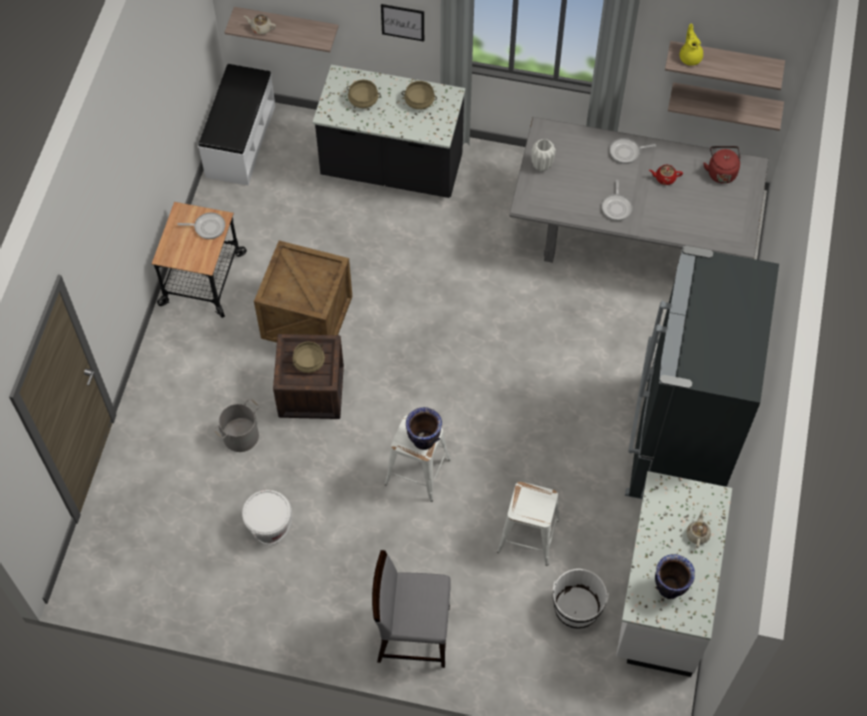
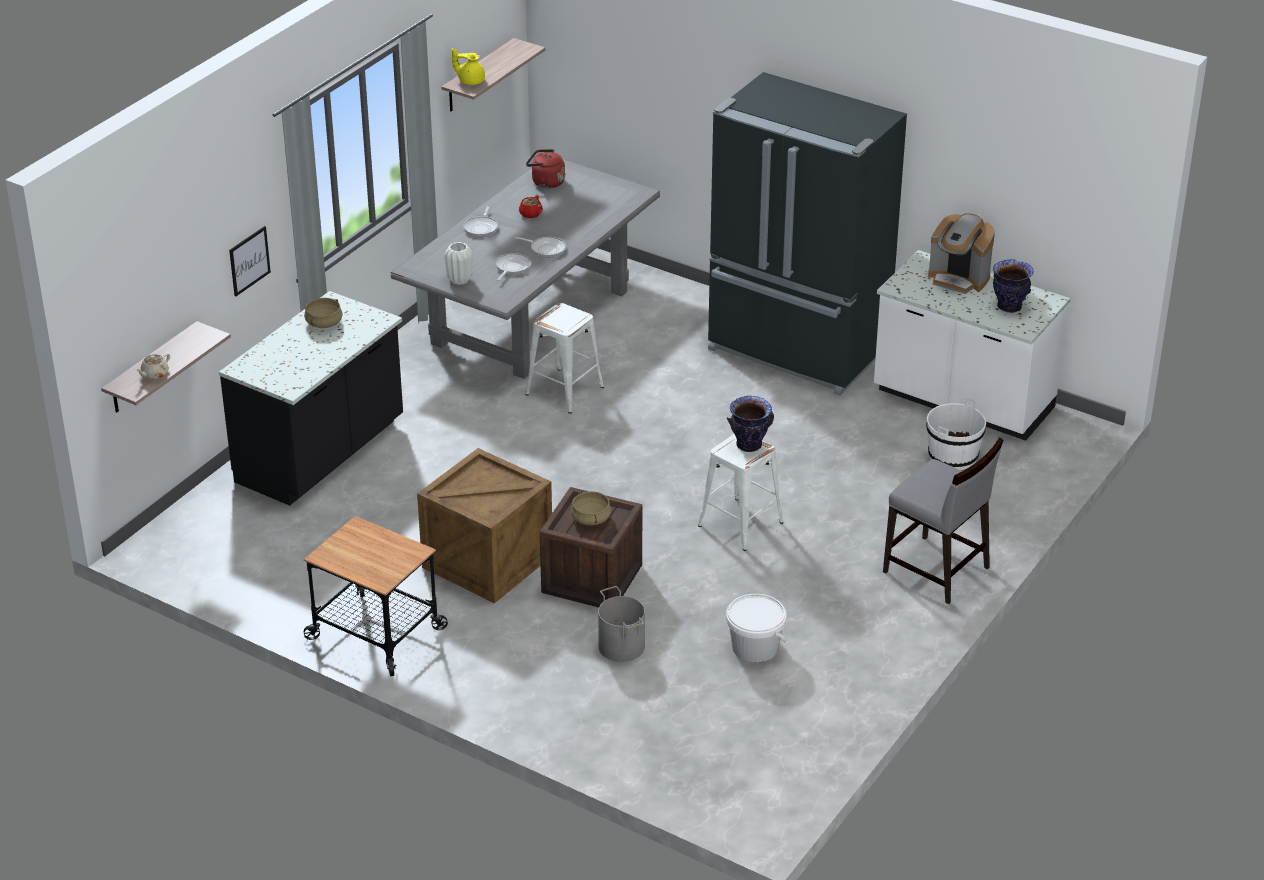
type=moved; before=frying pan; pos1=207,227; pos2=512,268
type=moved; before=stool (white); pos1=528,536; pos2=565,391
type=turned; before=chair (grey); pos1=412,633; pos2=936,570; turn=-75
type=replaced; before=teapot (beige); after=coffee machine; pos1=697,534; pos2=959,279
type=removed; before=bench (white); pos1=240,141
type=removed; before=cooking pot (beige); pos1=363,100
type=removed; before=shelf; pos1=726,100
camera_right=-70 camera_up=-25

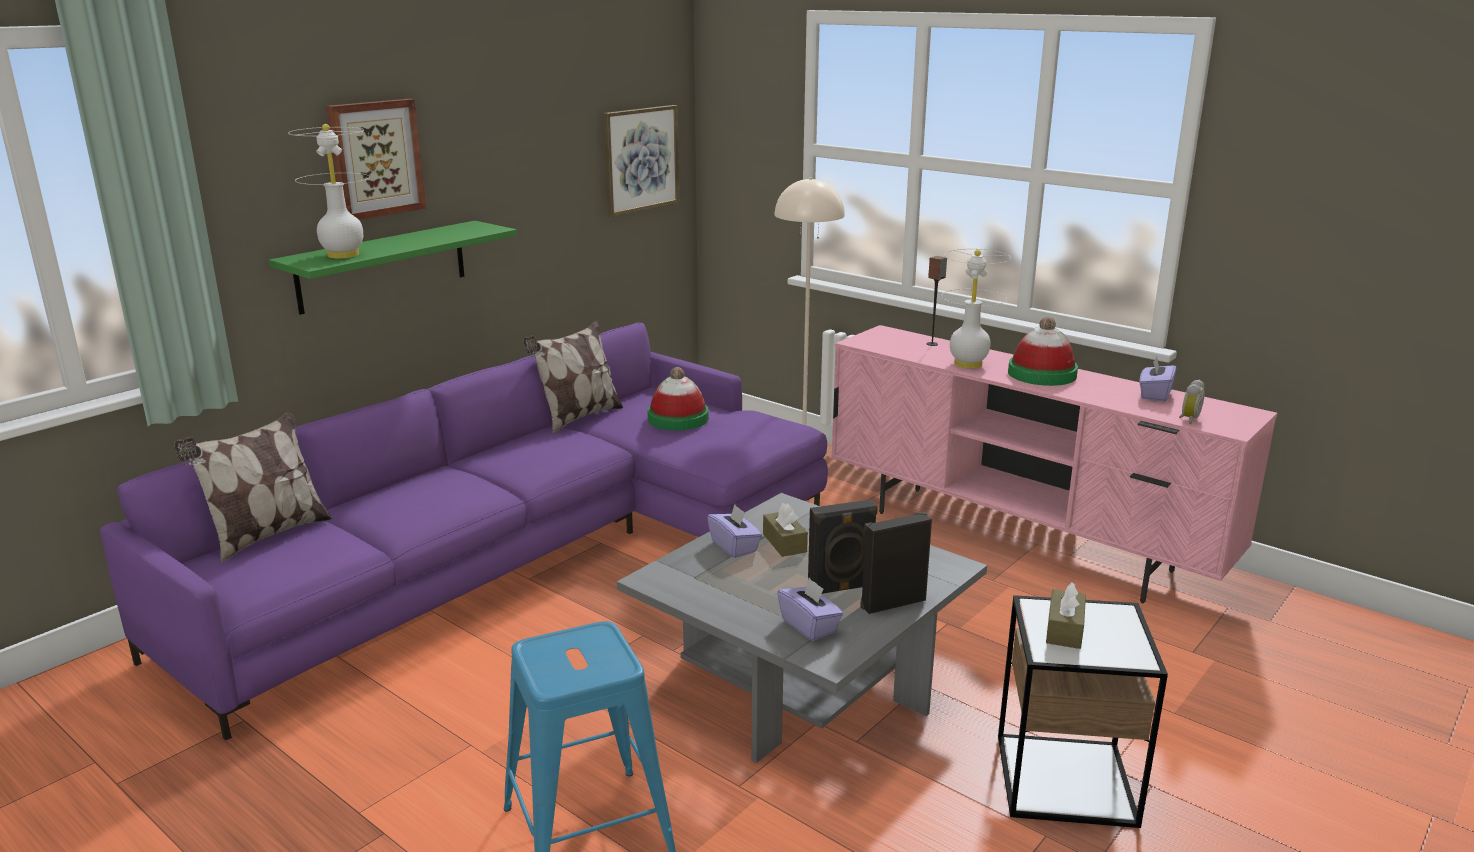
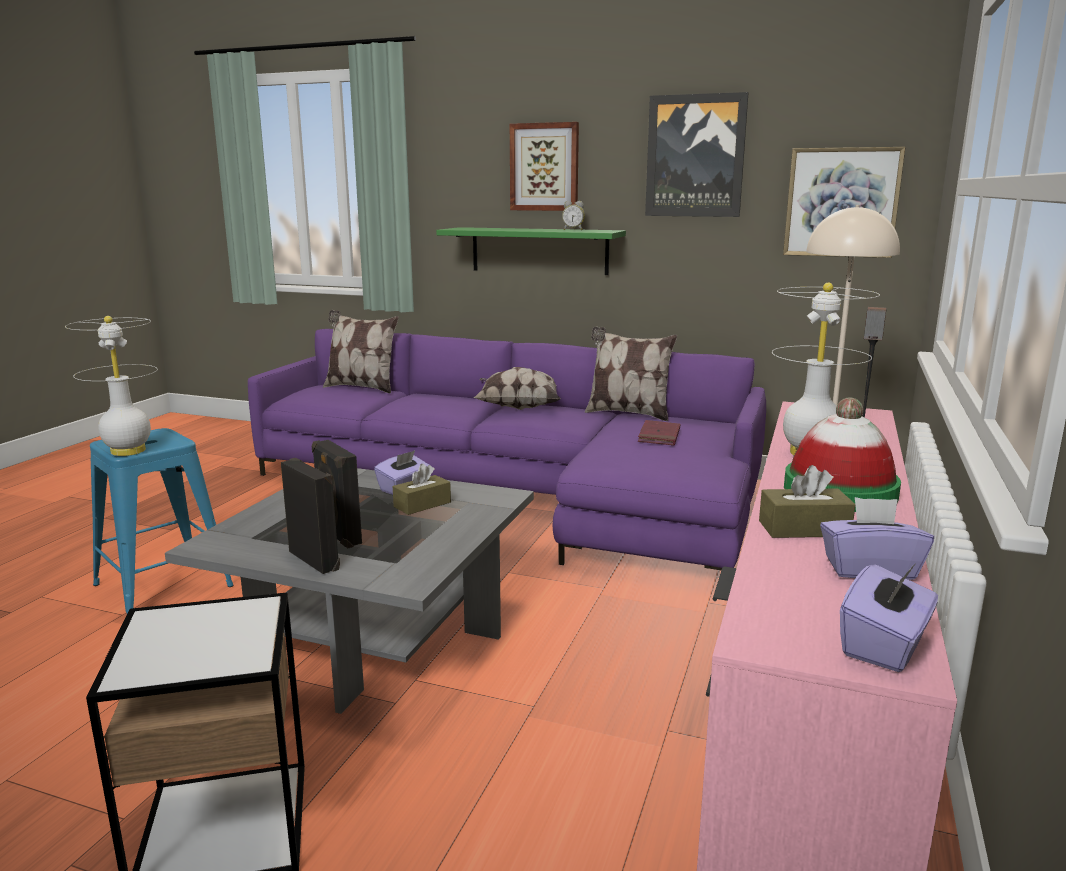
type=moved; before=table lamp (white); pos1=342,255; pos2=128,451
type=added; after=pillow; pos2=518,407
type=moved; before=alarm clock; pos1=1188,419; pos2=573,229
type=replaced; before=hat; after=book (red); pos1=678,418; pos2=659,436
type=added; after=picture; pos2=695,156
type=moved; before=tissue box (brown); pos1=1064,630; pos2=804,528
type=moved; before=tissue box (purple); pos1=809,626; pos2=884,646
camera_right=70 camera_up=-5

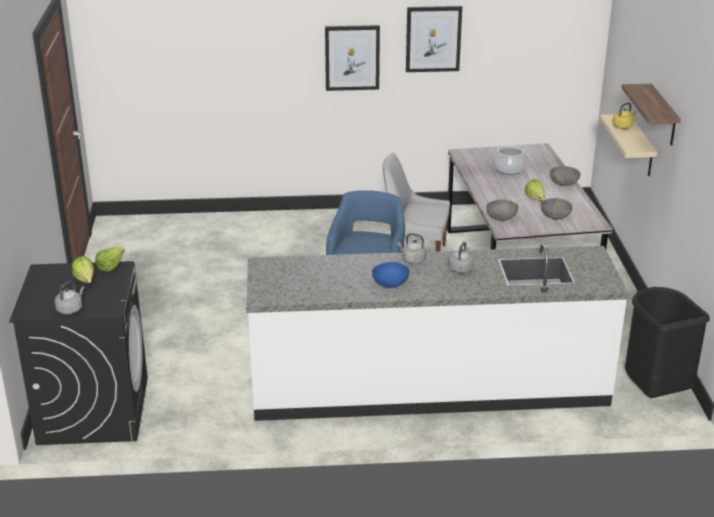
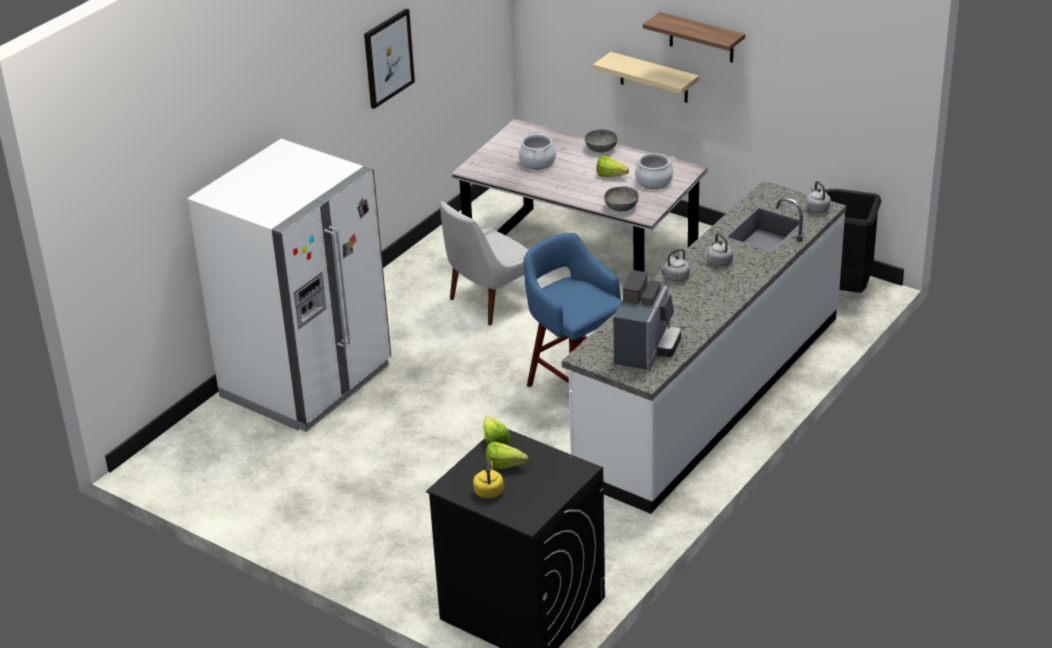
type=added; after=fridge (white); pos2=307,381
type=moved; before=kettle (yellow); pos1=623,126; pos2=489,490
type=added; after=coffee machine; pos2=646,350
type=replaced; before=bowl (grey); after=cooking pot; pos1=555,216; pos2=654,181
type=moved; before=kettle (grey); pos1=70,309; pos2=817,208
type=removed; before=picture; pos1=352,57
type=removed; before=bowl (blue); pos1=390,283
camera_right=-50 camera_up=5

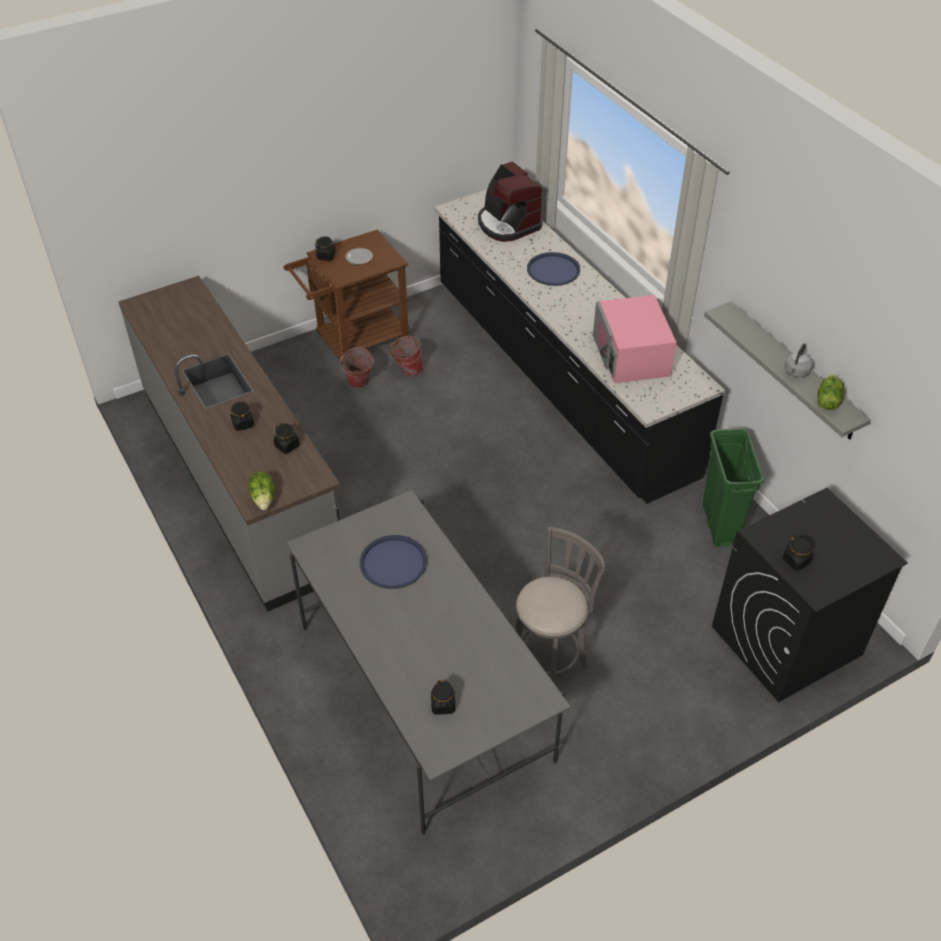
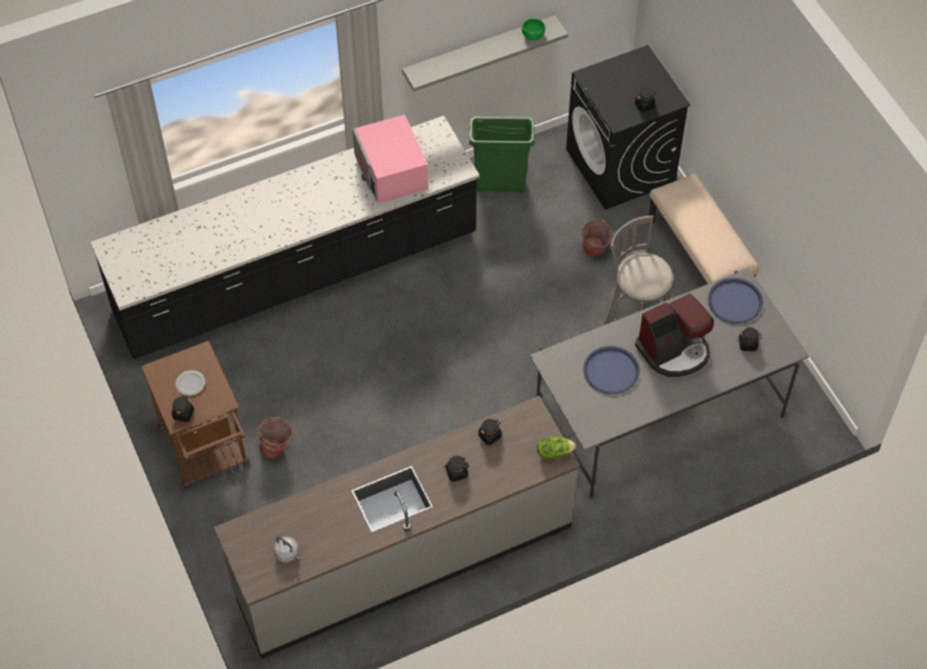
type=moved; before=kettle (grey); pos1=796,372; pos2=288,554
type=turned; before=microwave (pink); pos1=631,355; pos2=391,172; turn=75
type=replaced; before=lettuce; after=bowl (green); pos1=827,401; pos2=533,34
type=moved; before=bucket; pos1=407,371; pos2=594,252
type=moved; before=coffee machine; pos1=507,224; pos2=674,351
type=added; after=bench (beige); pos2=699,259
type=moved; before=tray (blue); pos1=553,270; pos2=735,302
camera_right=-85 camera_up=10

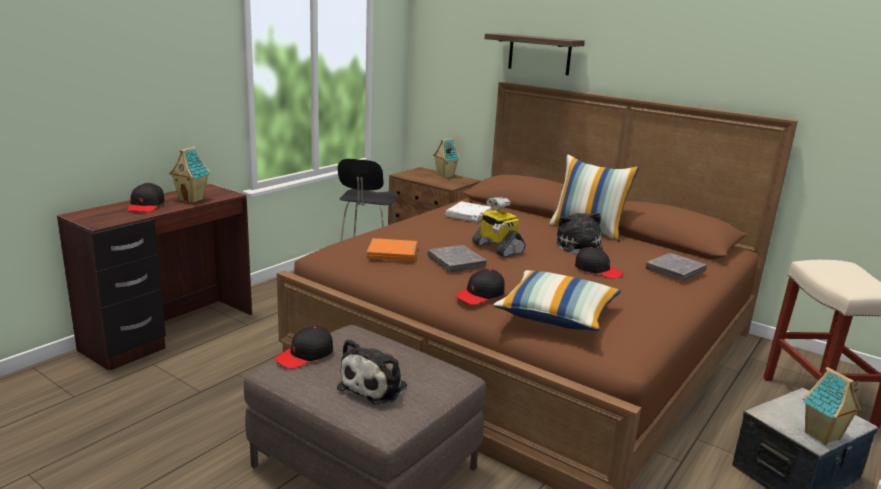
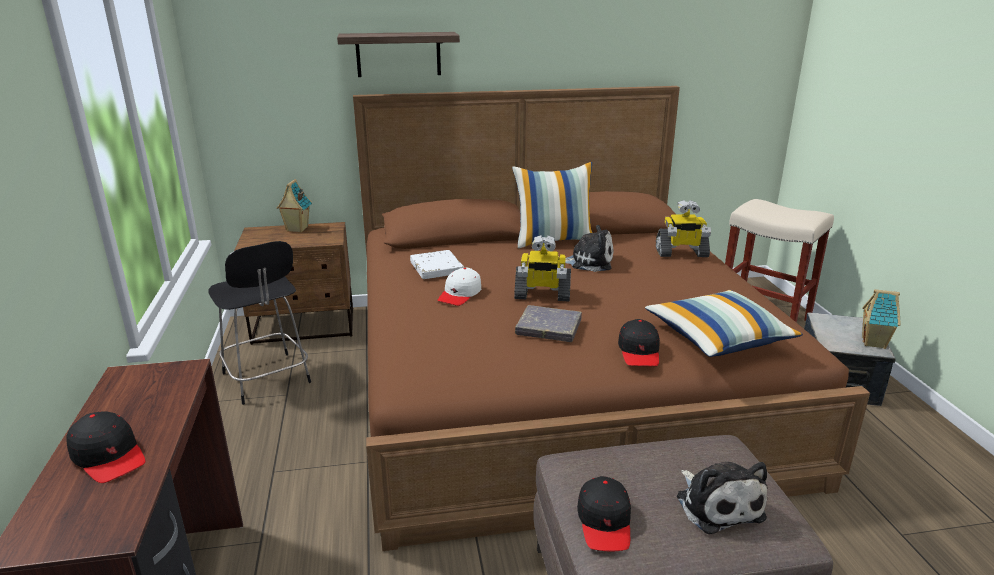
type=added; after=cap (white); pos2=460,294
type=turned; before=plush toy; pos1=579,247; pos2=588,262; turn=150
type=replaced; before=book (grey); after=toy robot; pos1=675,271; pos2=681,253
type=removed; before=toy house; pos1=192,199
type=removed; before=book (orange); pos1=392,254
type=removed; before=cap (black); pos1=597,270
camera_right=-45 camera_up=5

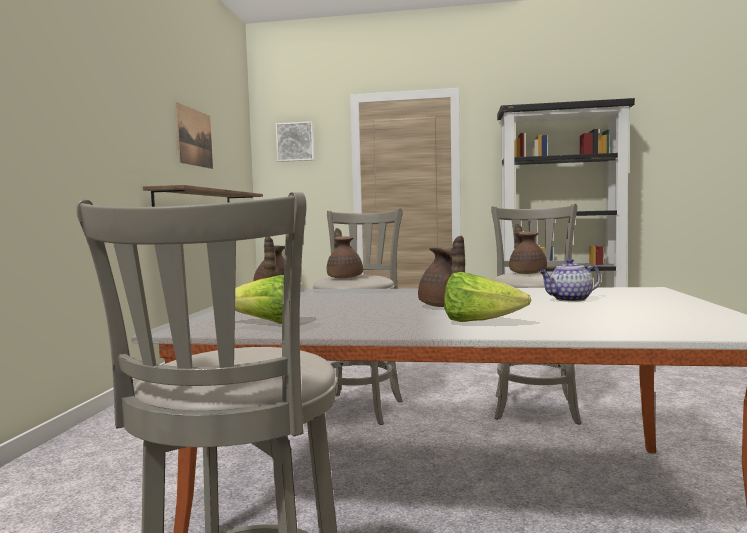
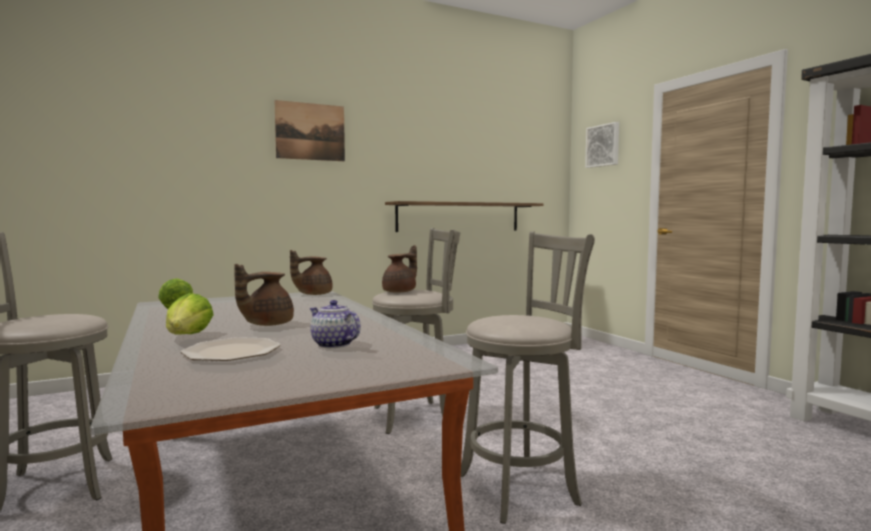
type=added; after=plate; pos2=231,352
type=moved; before=picture; pos1=194,137; pos2=310,131
type=removed; before=teapot (brown); pos1=527,273
camera_right=55 camera_up=0

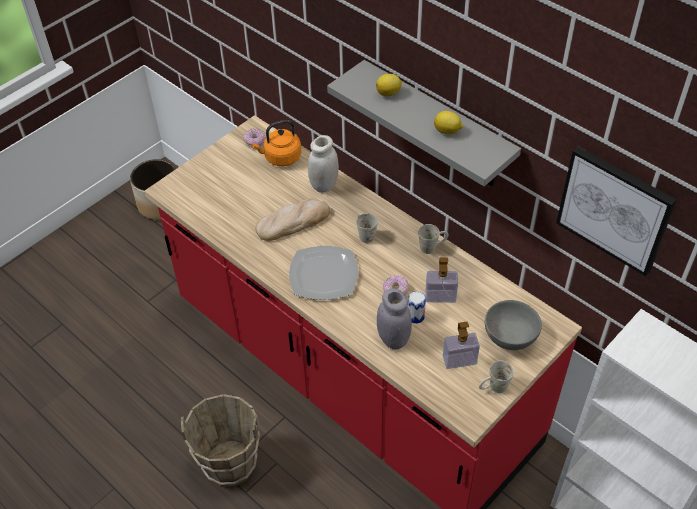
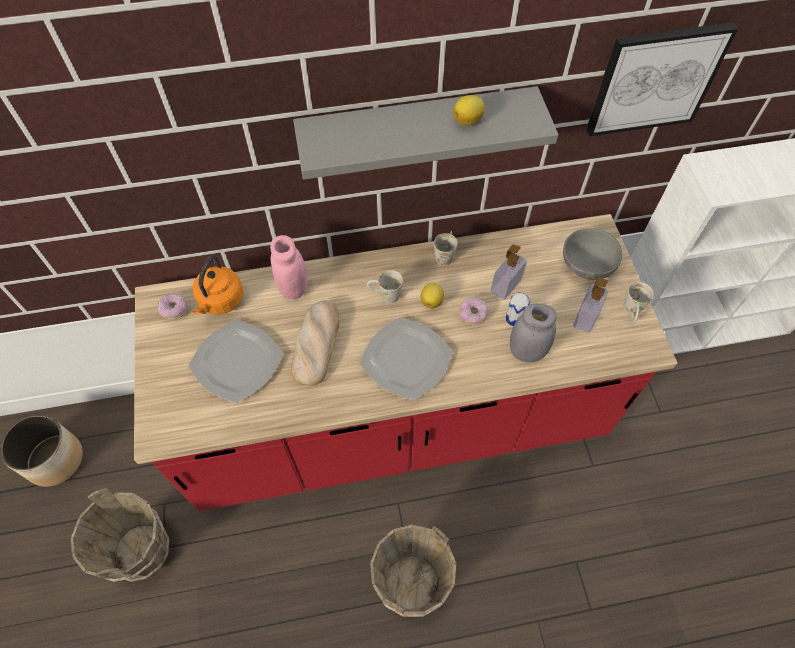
type=added; after=bucket (brown); pos2=143,551
type=added; after=plate; pos2=237,363
type=recoloured; before=jar (white); after=jar (pink); pos1=324,185; pos2=293,288
type=moved; before=lemon; pos1=389,93; pos2=432,301
camera_right=-55 camera_up=10

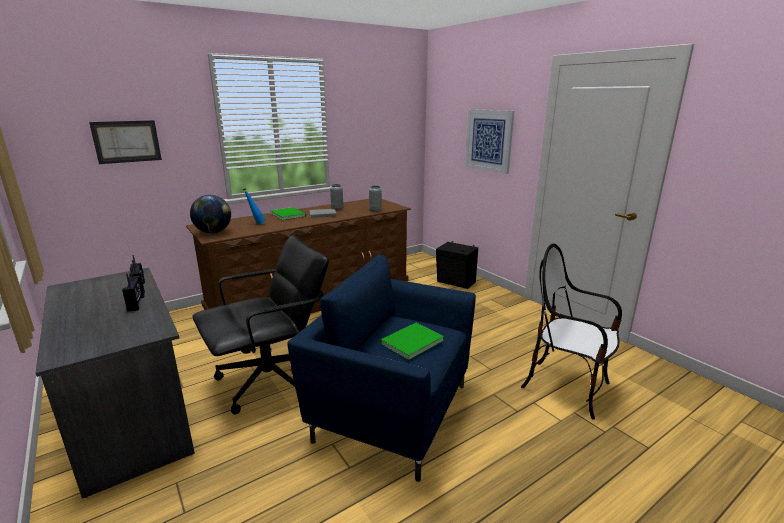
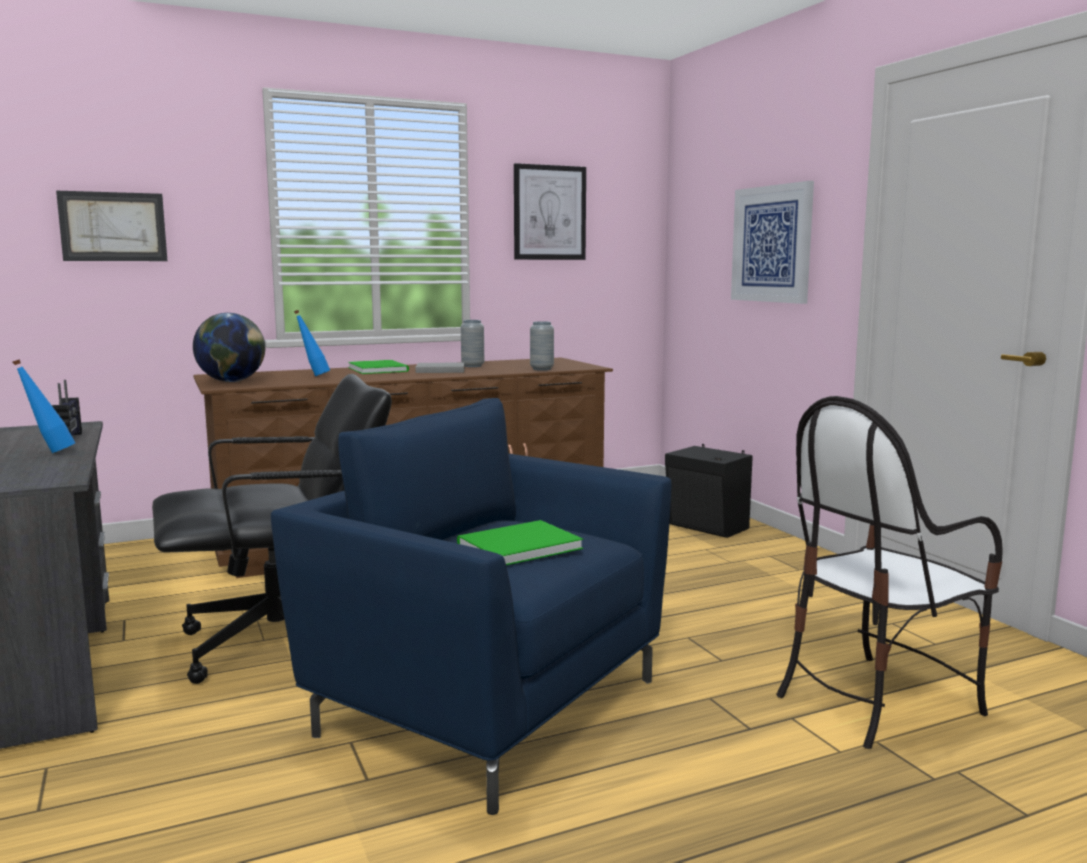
type=replaced; before=radio; after=bottle (blue); pos1=136,303; pos2=49,452
type=added; after=picture; pos2=549,213
type=turned; before=chair; pos1=566,387; pos2=875,700; turn=-75
camera_right=10 camera_up=-10

